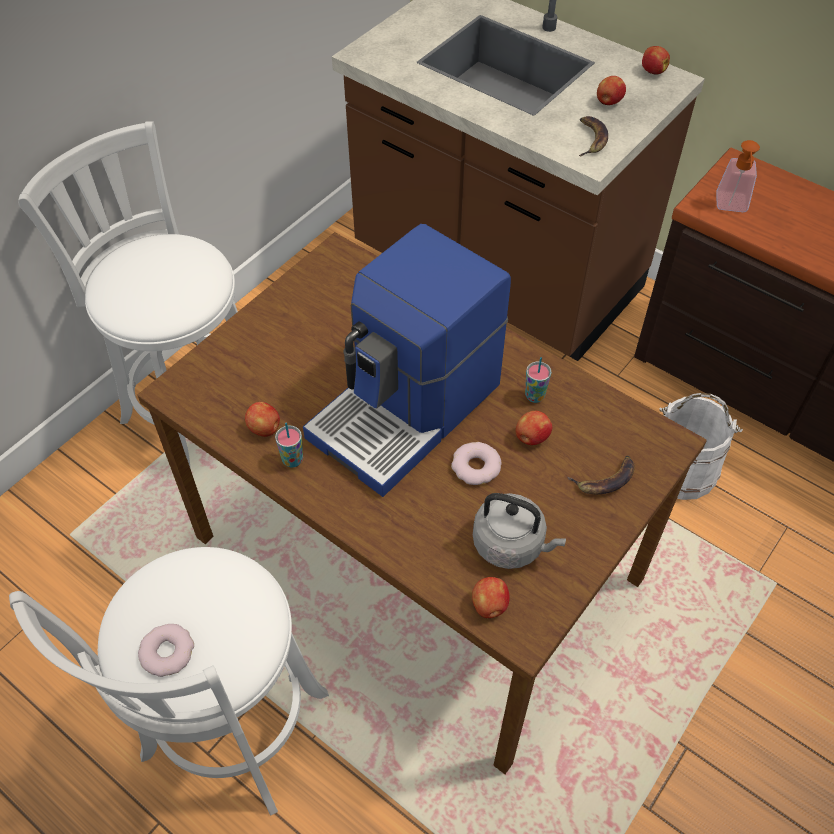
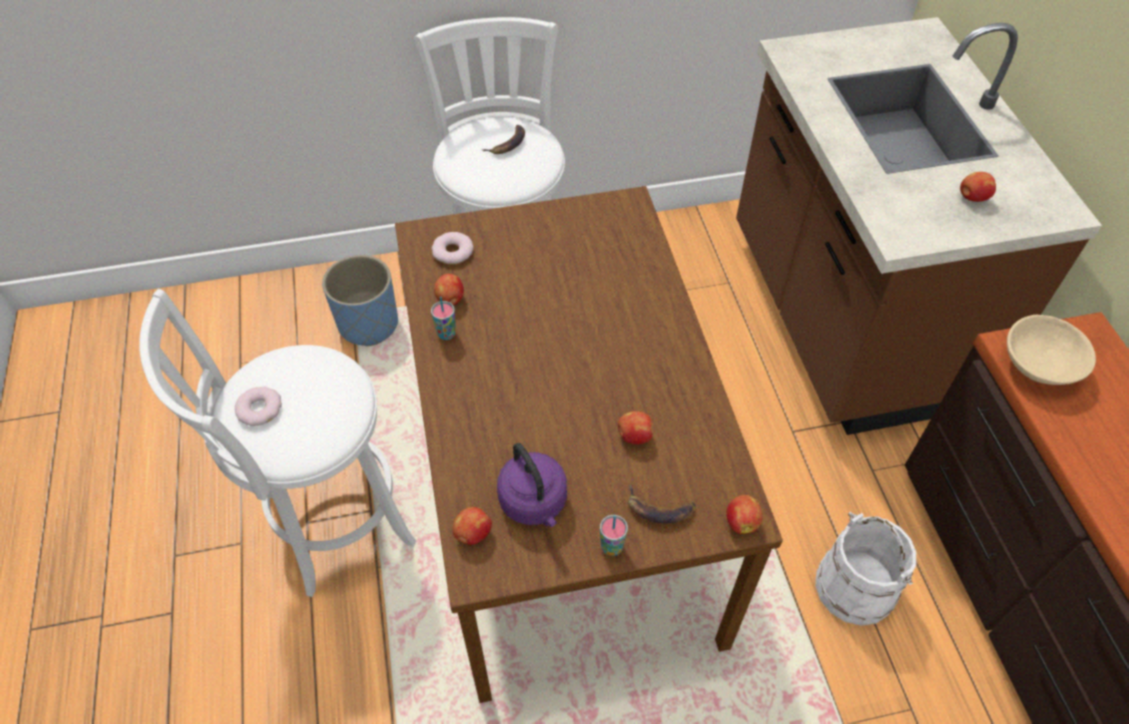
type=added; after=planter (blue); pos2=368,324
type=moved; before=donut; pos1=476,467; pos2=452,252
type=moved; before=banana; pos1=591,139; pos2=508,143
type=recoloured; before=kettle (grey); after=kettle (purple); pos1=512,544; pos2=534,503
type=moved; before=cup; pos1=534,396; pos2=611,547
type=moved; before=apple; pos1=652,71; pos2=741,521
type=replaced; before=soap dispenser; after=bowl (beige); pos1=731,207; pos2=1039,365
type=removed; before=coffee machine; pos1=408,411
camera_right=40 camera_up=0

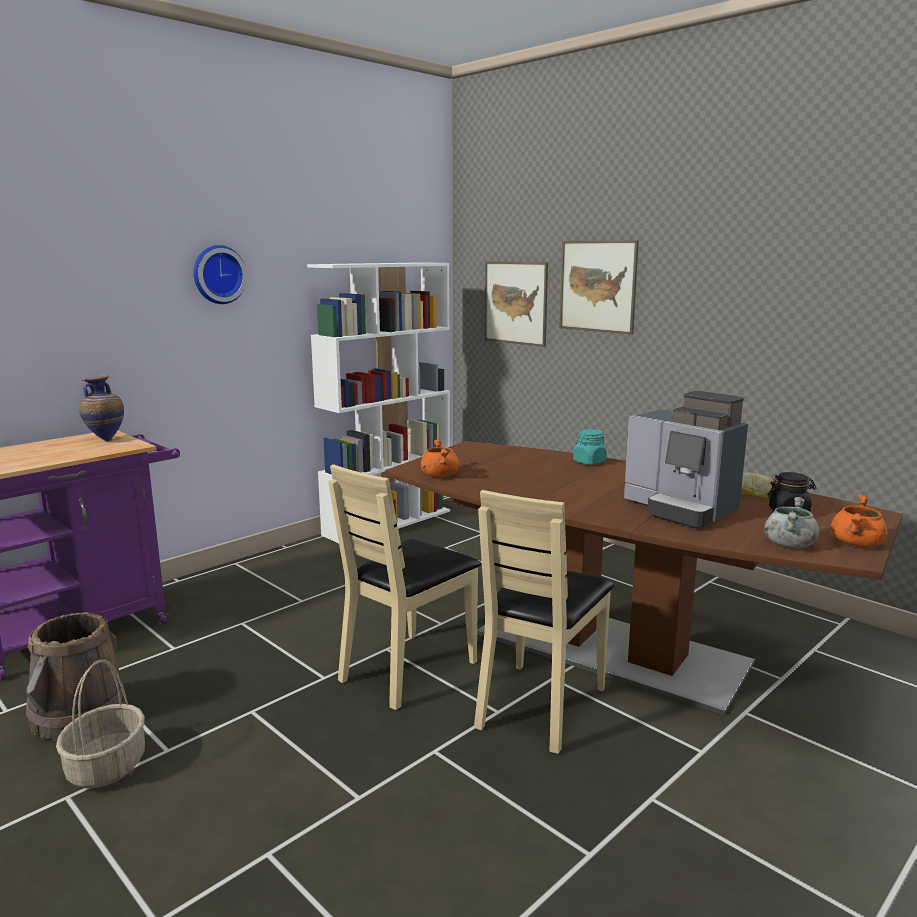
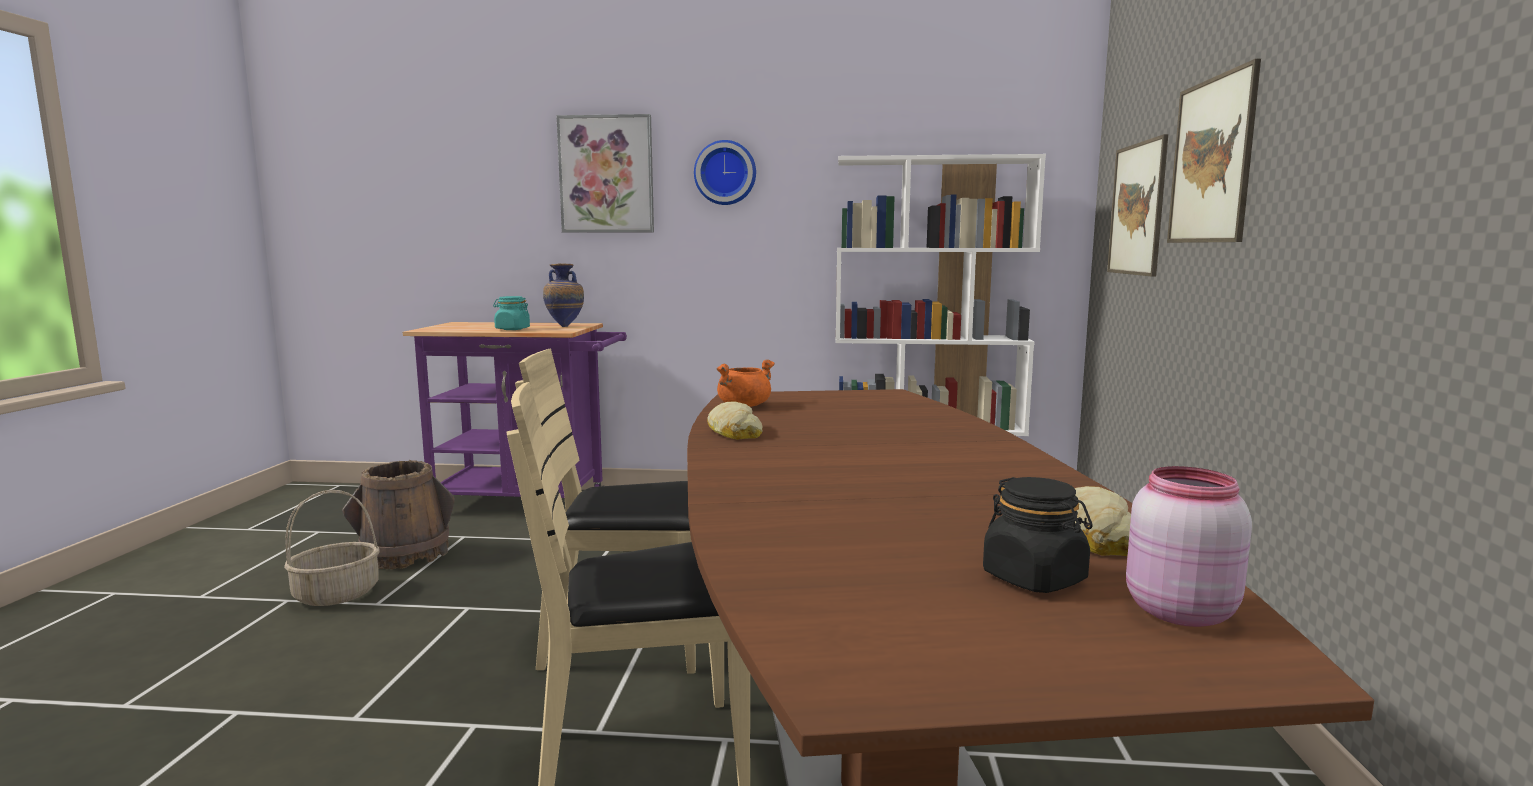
type=moved; before=jar (turquoise); pos1=589,462; pos2=512,329
type=added; after=picture; pos2=606,174
type=added; after=bread; pos2=734,432
type=added; after=jar (pink); pos2=1176,610
type=removed; before=coffee machine; pos1=680,509
type=removed; before=cooking pot (grey); pos1=789,543
type=removed; before=cooking pot (orange); pos1=857,544
camera_right=50 camera_up=-5

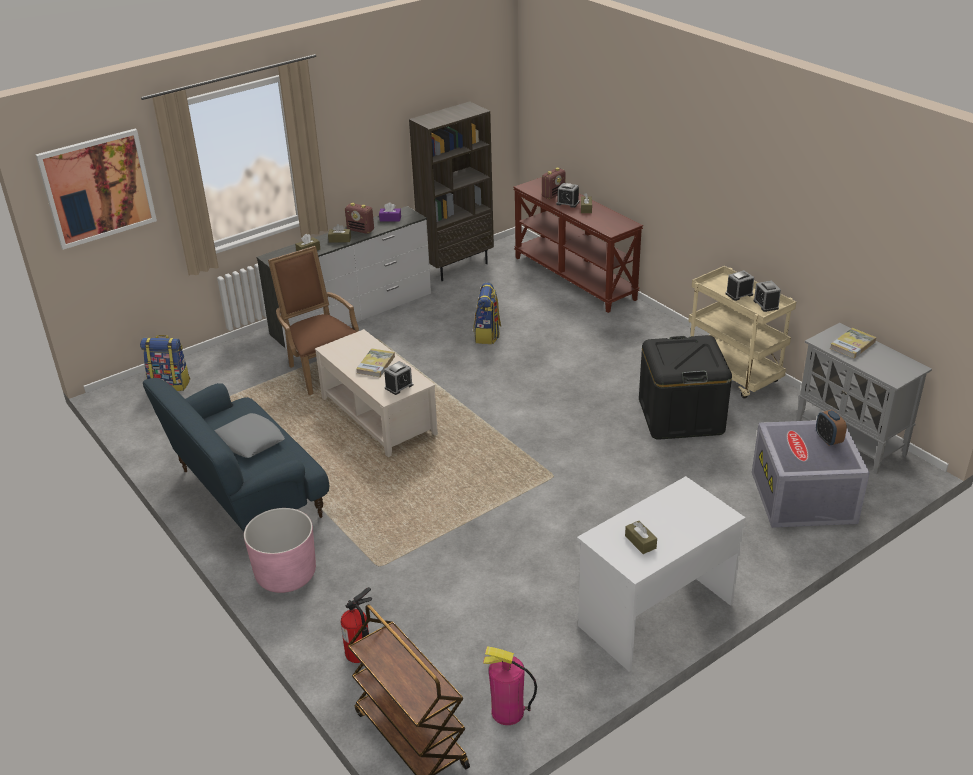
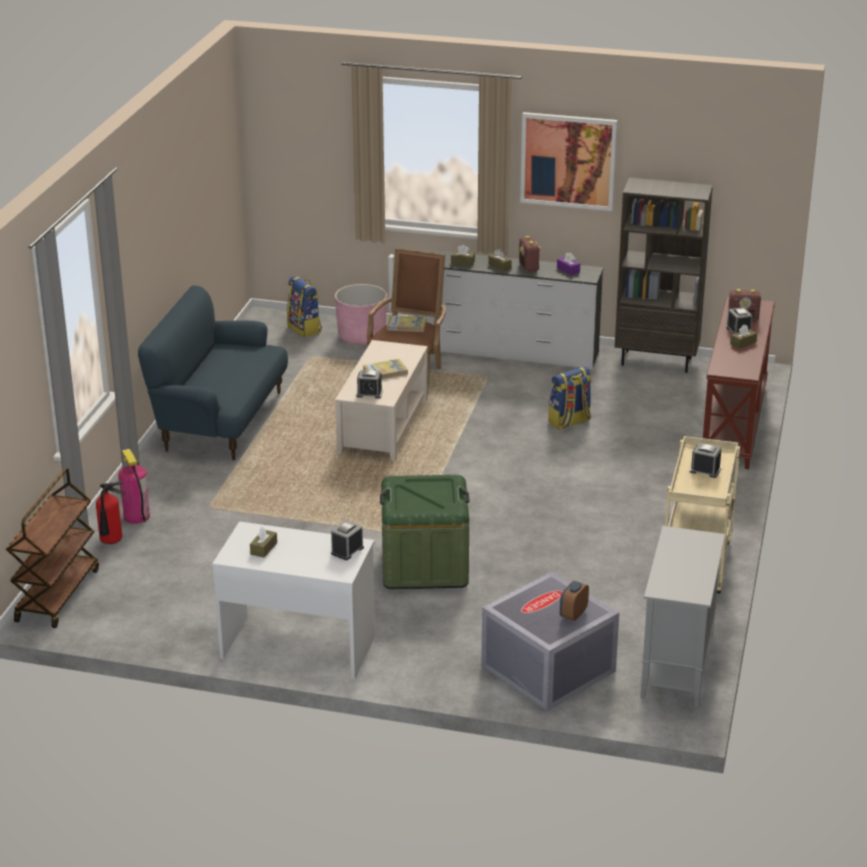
type=moved; before=fire extinguisher; pos1=507,712; pos2=136,516
type=moved; before=alarm clock; pos1=766,304; pos2=347,550
type=moved; before=planter (pink); pos1=286,574; pos2=361,337
type=added; after=storage box (green); pos2=425,566
type=moved; before=book; pos1=852,345; pos2=406,325
type=moved; before=picture; pos1=98,188; pos2=568,161
type=removed; before=pillow (grey); pos1=250,440
type=removed; before=storage box (black); pos1=681,416
camera_right=50 camera_up=-5

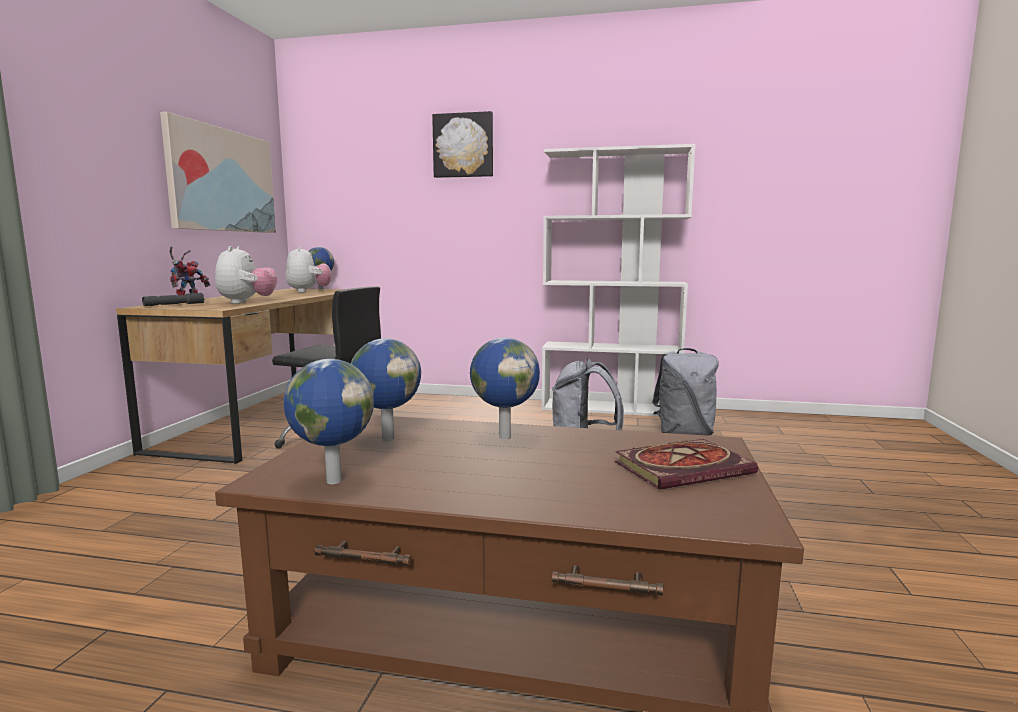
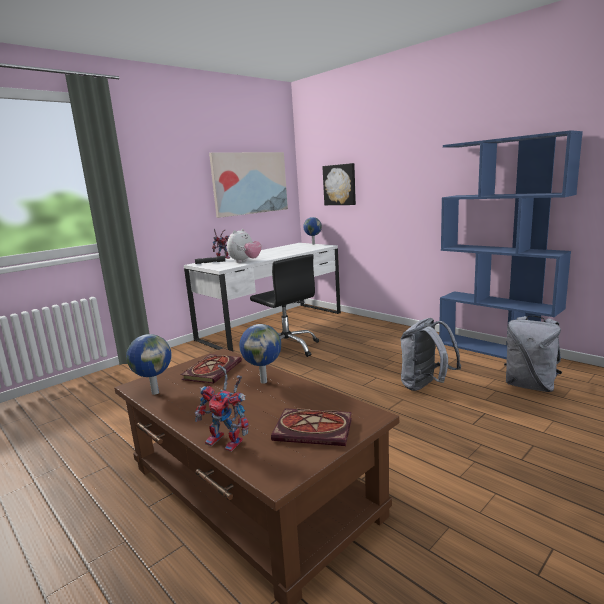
type=replaced; before=globe; after=book; pos1=387,439; pos2=212,370
type=recoloured; before=desk (brown); after=desk (white); pos1=272,418; pos2=272,326
type=added; after=toy robot; pos2=229,442
type=moved; before=picture; pos1=463,145; pos2=340,185
type=recoloured; before=bookcase (white); after=bookcase (blue); pos1=611,408; pos2=496,350
type=removed; before=plush toy; pos1=308,291
camera_right=35 camera_up=5

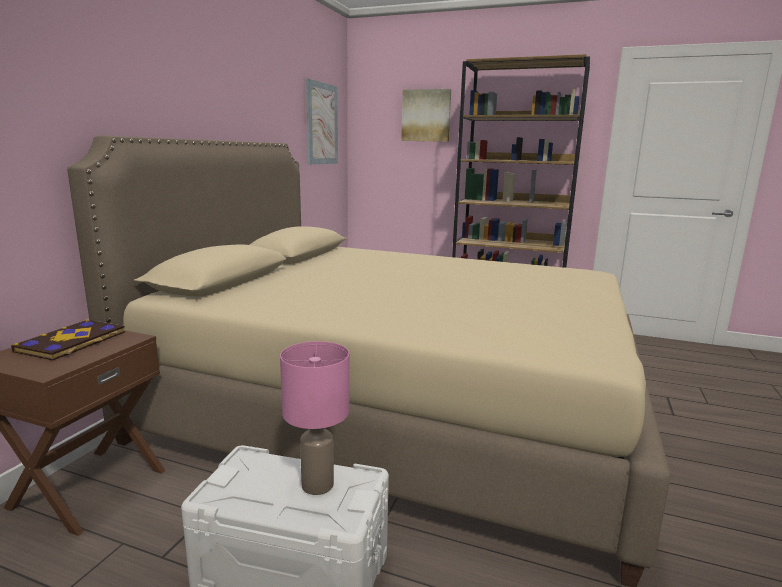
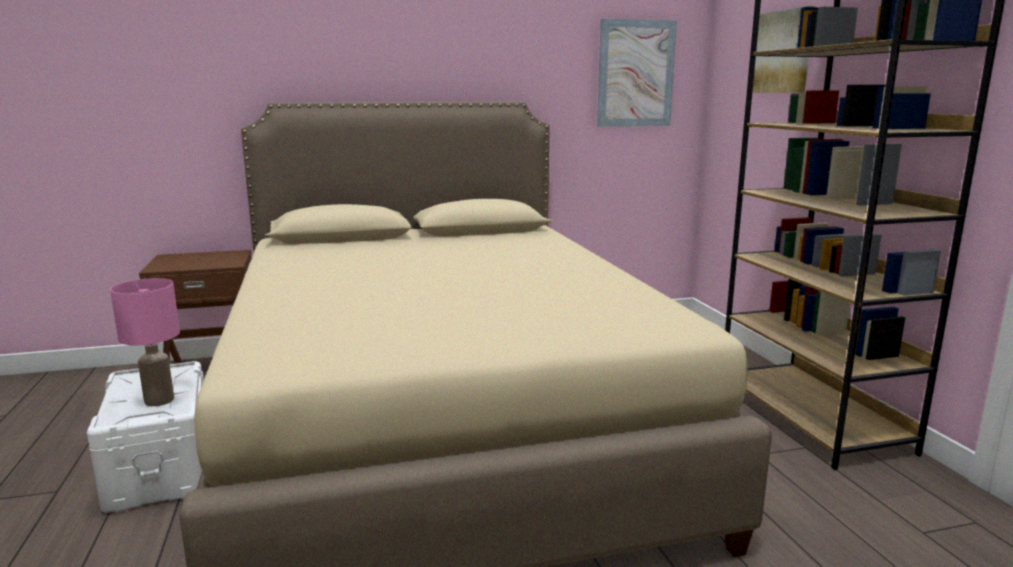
type=removed; before=book; pos1=73,342
camera_right=55 camera_up=0

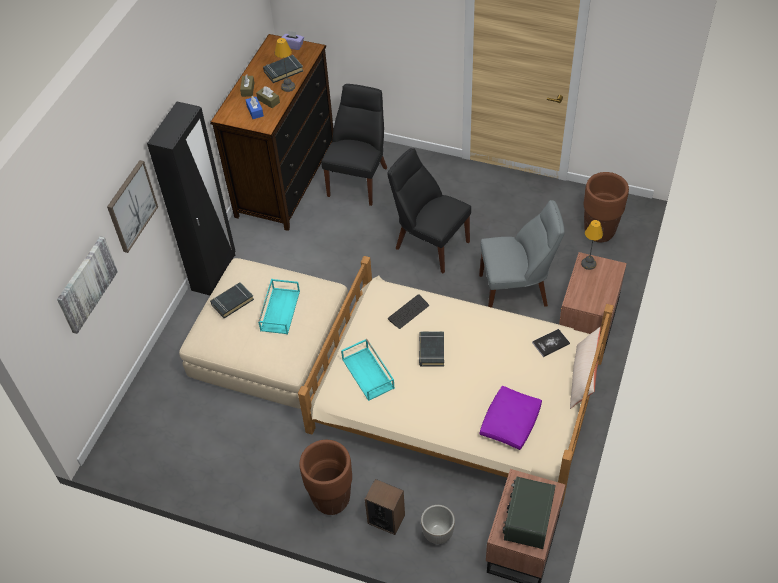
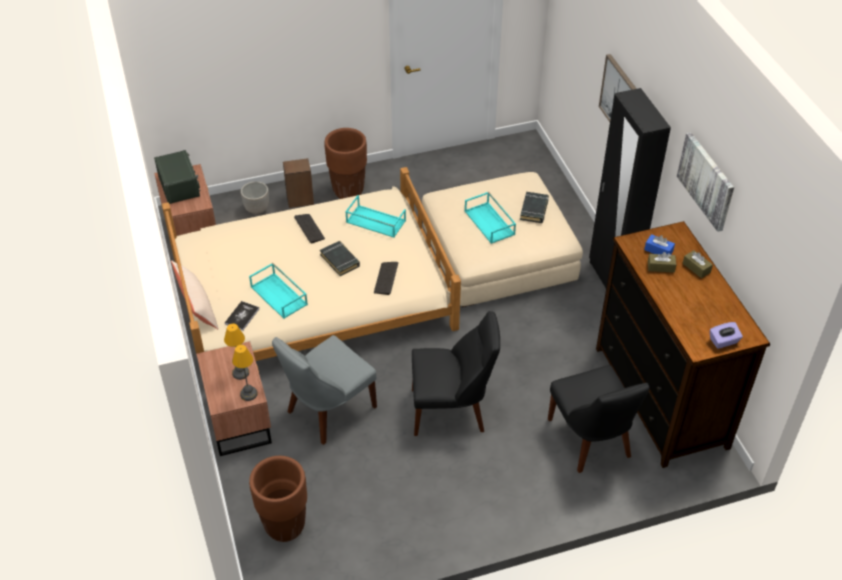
type=moved; before=table lamp; pos1=288,87; pos2=240,372
type=added; after=tray (turquoise); pos2=280,295
type=added; after=keyboard; pos2=309,228
type=moved; before=picture; pos1=86,284; pos2=706,181
type=removed; before=book (black); pos1=283,71
type=removed; before=pillow (purple); pos1=510,423
camera_right=140 camera_up=-5

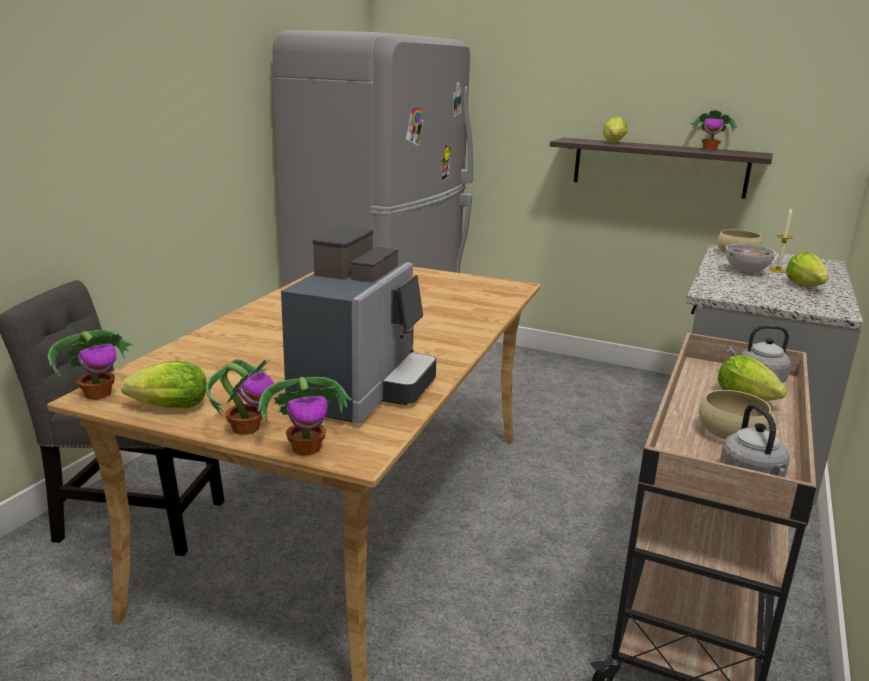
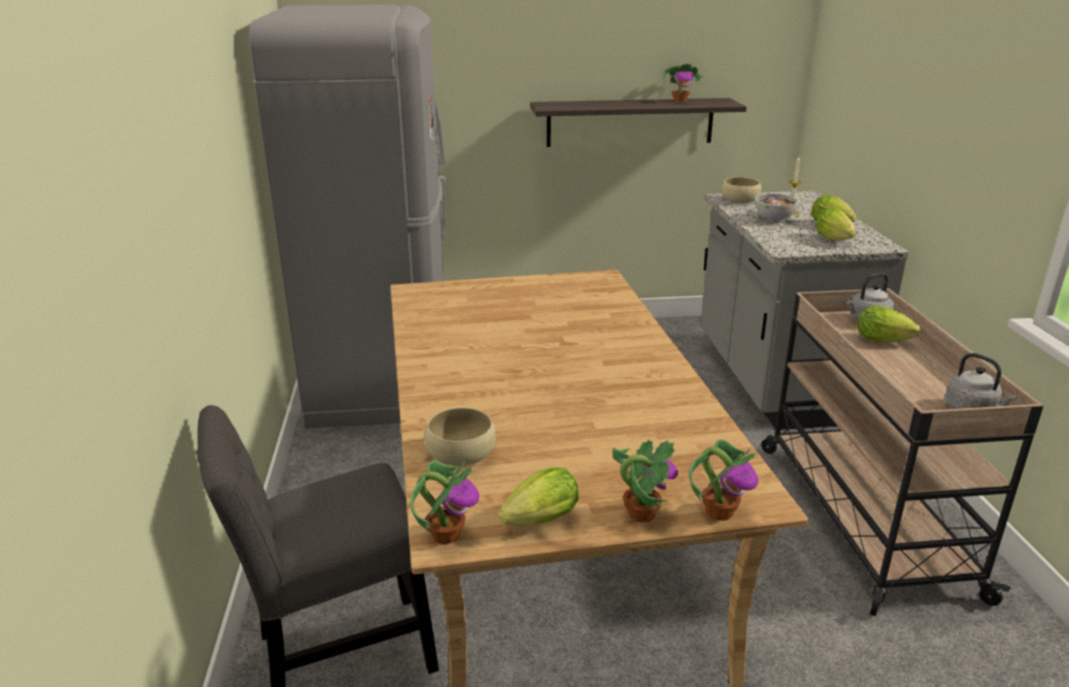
type=moved; before=bowl (beige); pos1=731,433; pos2=461,454
type=moved; before=lettuce; pos1=614,143; pos2=835,240
type=removed; before=coffee machine; pos1=363,392
camera_right=-30 camera_up=5

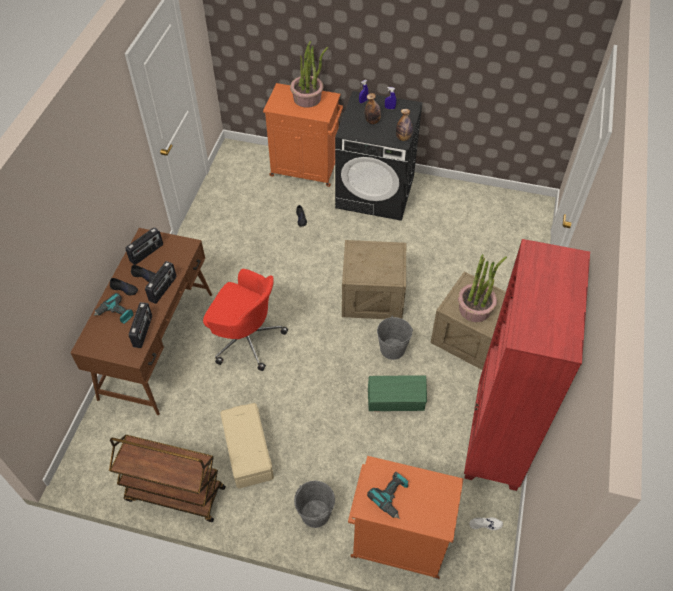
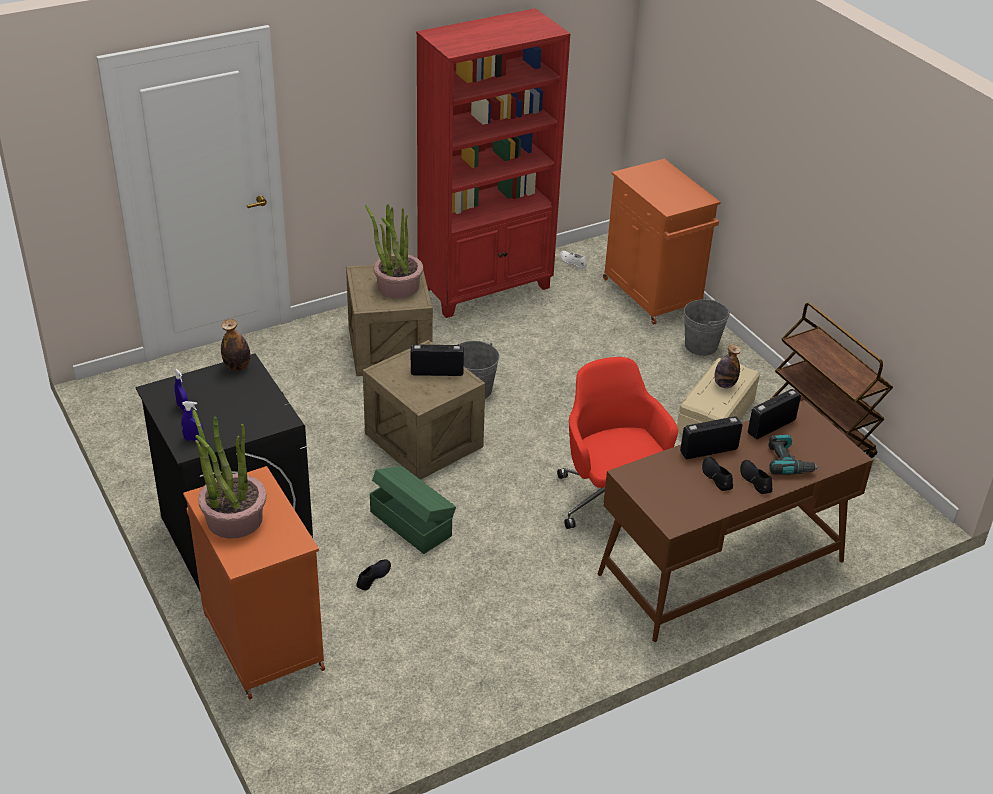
type=moved; before=storage box (green); pos1=396,400; pos2=411,522
type=moved; before=radio; pos1=147,253; pos2=437,372
type=moved; before=bottle; pos1=372,121; pos2=724,384
type=removed; before=power drill; pos1=392,497
camera_right=-135 camera_up=-15

